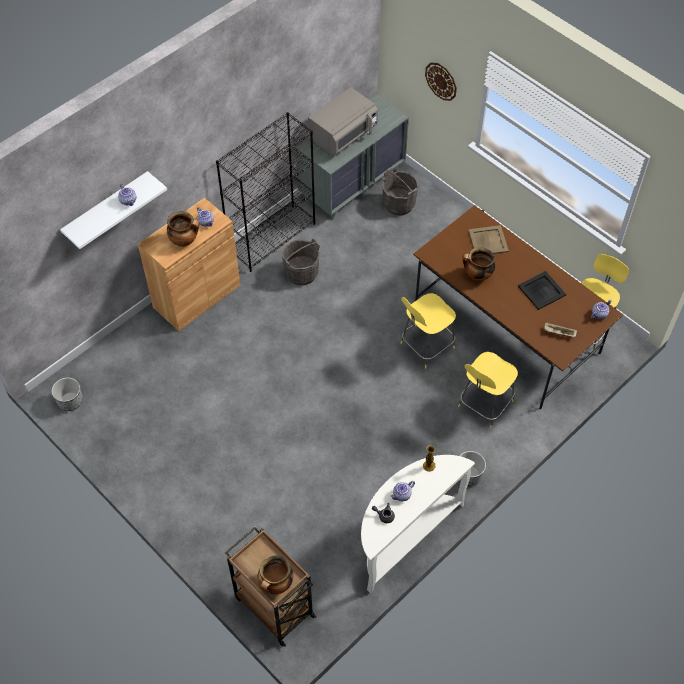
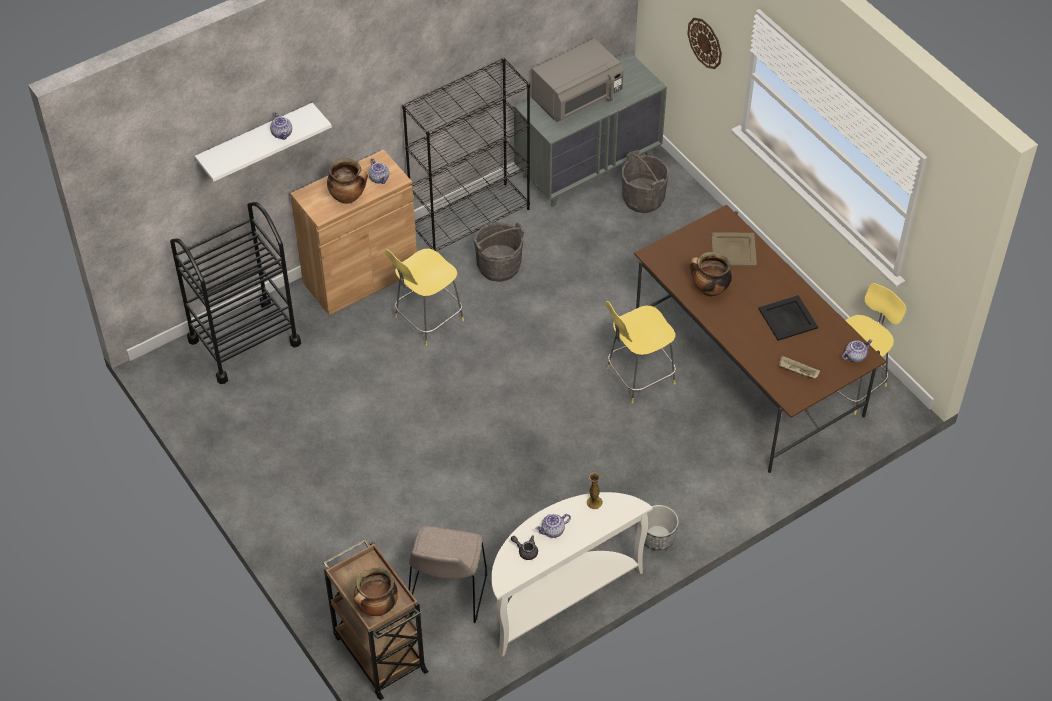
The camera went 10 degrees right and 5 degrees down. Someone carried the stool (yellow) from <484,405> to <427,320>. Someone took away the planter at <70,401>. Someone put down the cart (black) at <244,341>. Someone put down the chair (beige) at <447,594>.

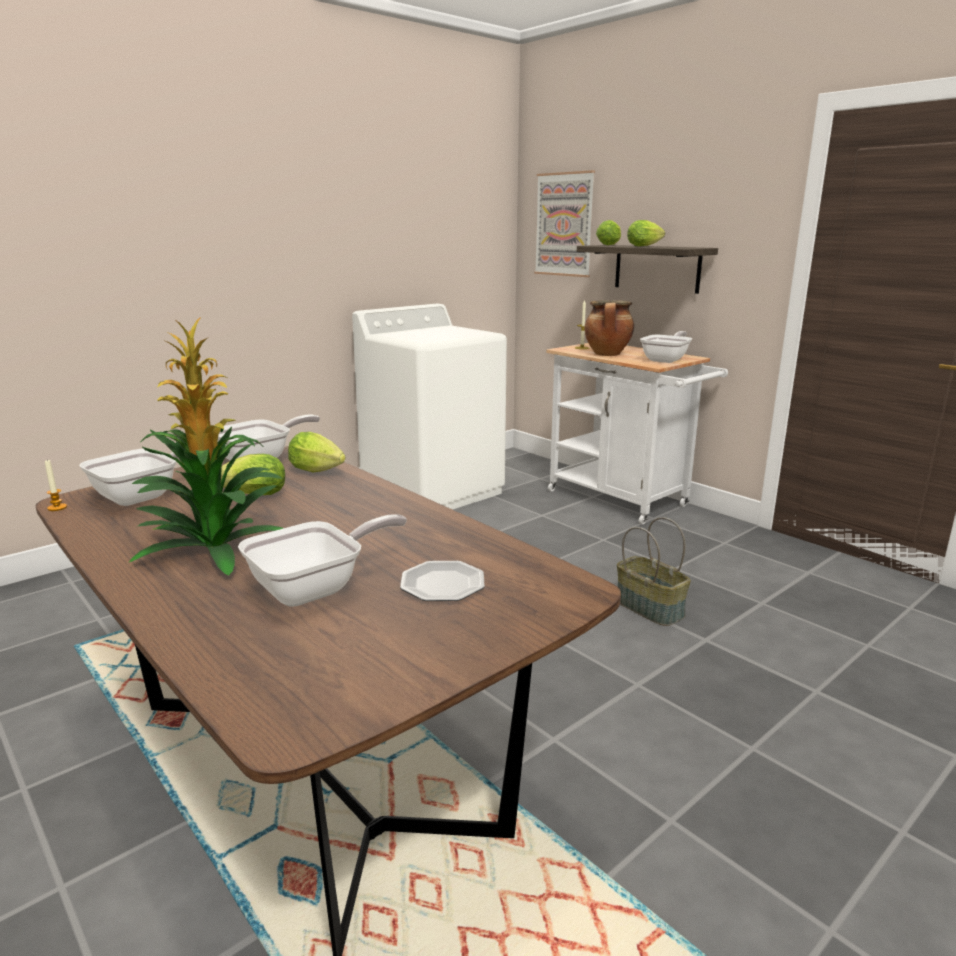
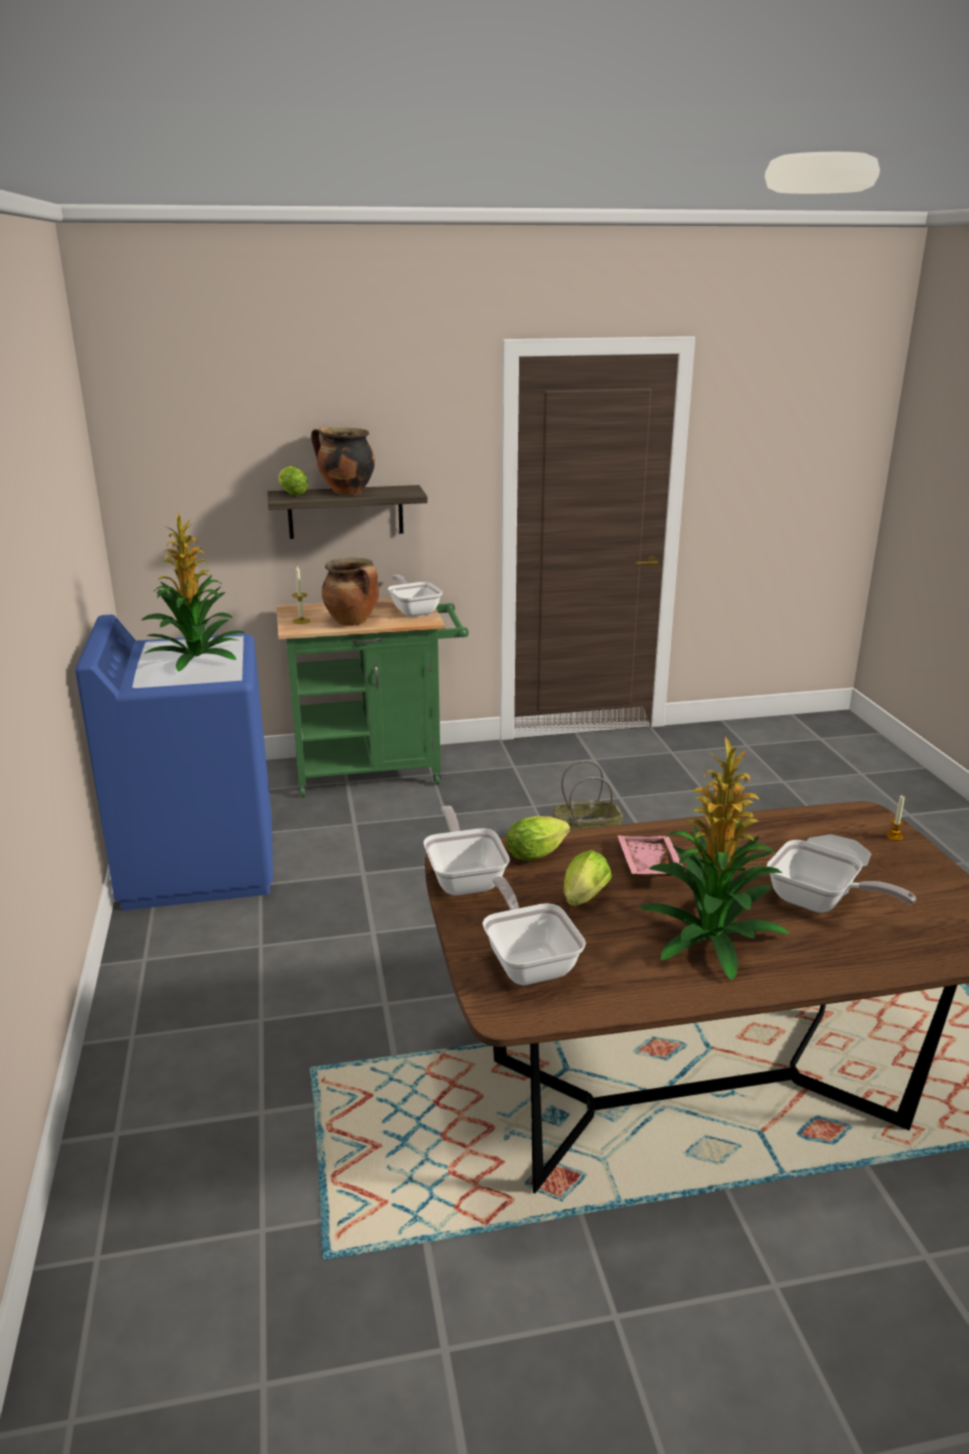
The camera went 60 degrees left and 5 degrees up. Someone took away the picture at <564,224>. Someone swapped the lettuce at <645,246> for the cooking pot at <345,492>. Someone repainted the washing machine (white) at <433,491>, which became the washing machine (blue) at <199,863>. Someone repainted the cart (white) at <624,500>, which became the cart (green) at <377,771>. Someone carried the candle from <57,508> to <894,836>. Someone rotated the frying pan at <316,588> by 135 degrees clockwise. Someone put down the potted plant at <197,657>. Someone put down the tray (pink) at <648,866>.

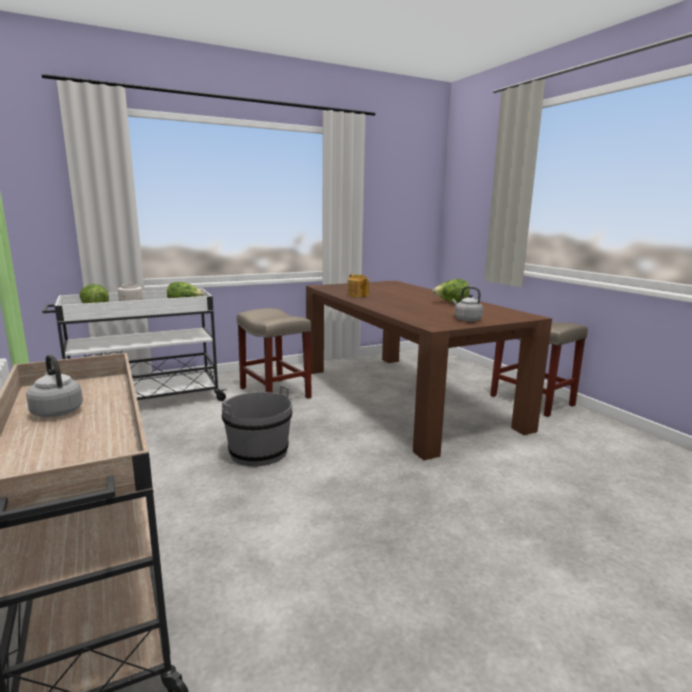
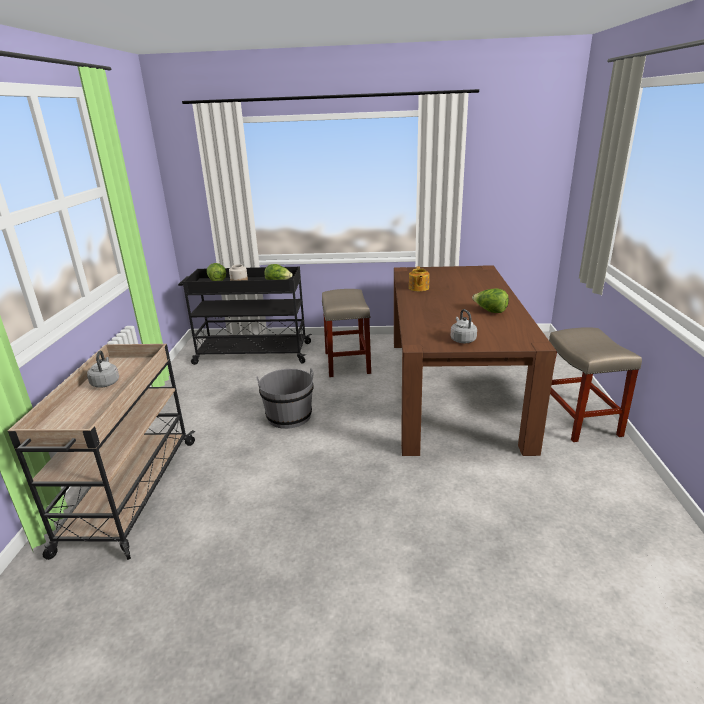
The camera went 30 degrees right and 10 degrees up. Someone repainted the cart (white) at <144,401>, which became the cart (black) at <251,353>.

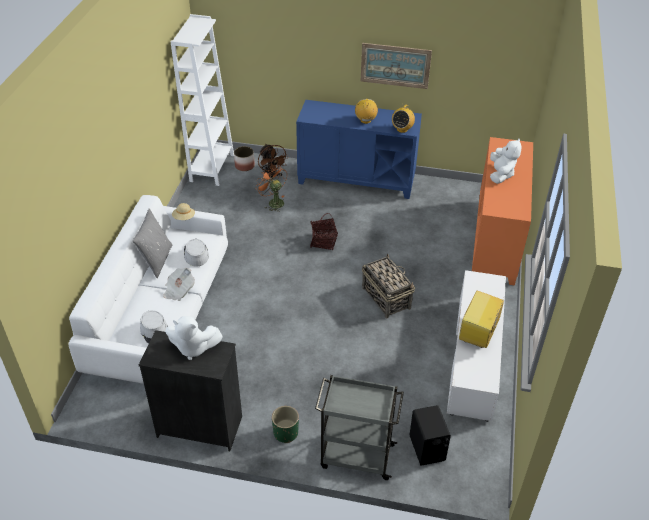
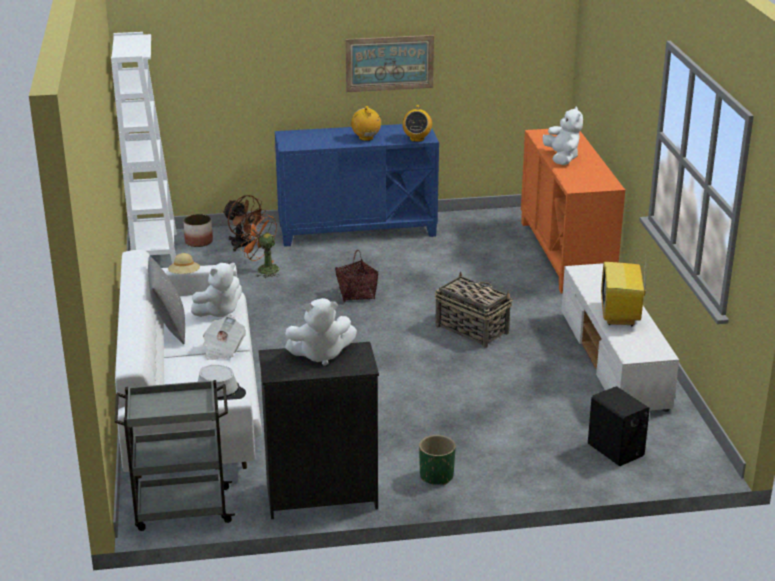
The camera went 20 degrees left and 15 degrees down. Someone swapped the hat (grey) at <196,254> for the plush toy (white) at <219,311>. Someone carried the cart (grey) from <356,456> to <180,509>.

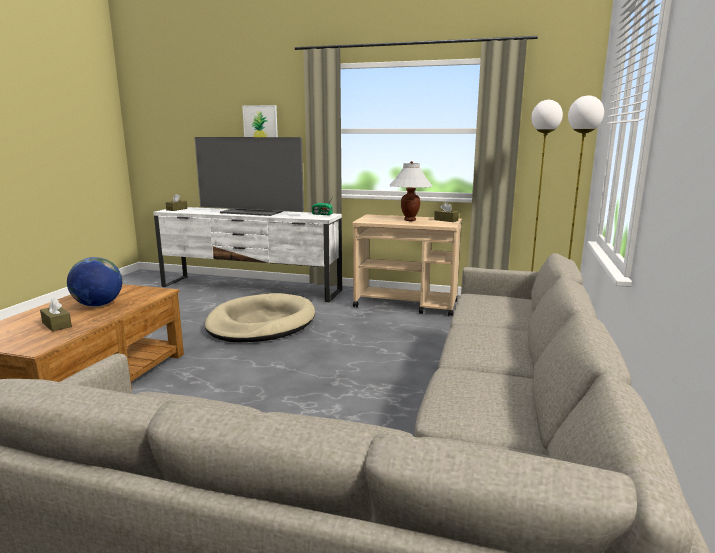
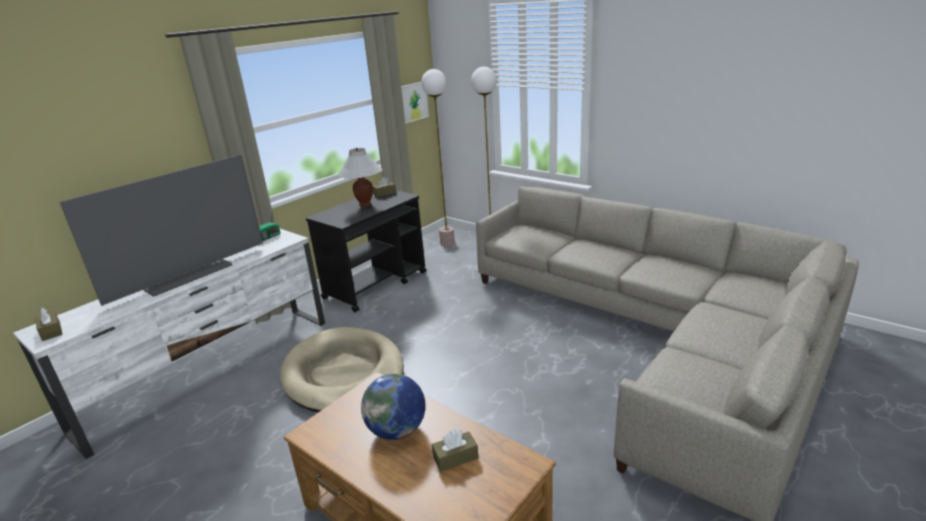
The camera went 65 degrees left and 10 degrees up. Someone carried the picture from <260,124> to <413,102>. Someone repainted the cart (beige) at <407,304>, which became the cart (black) at <376,284>.

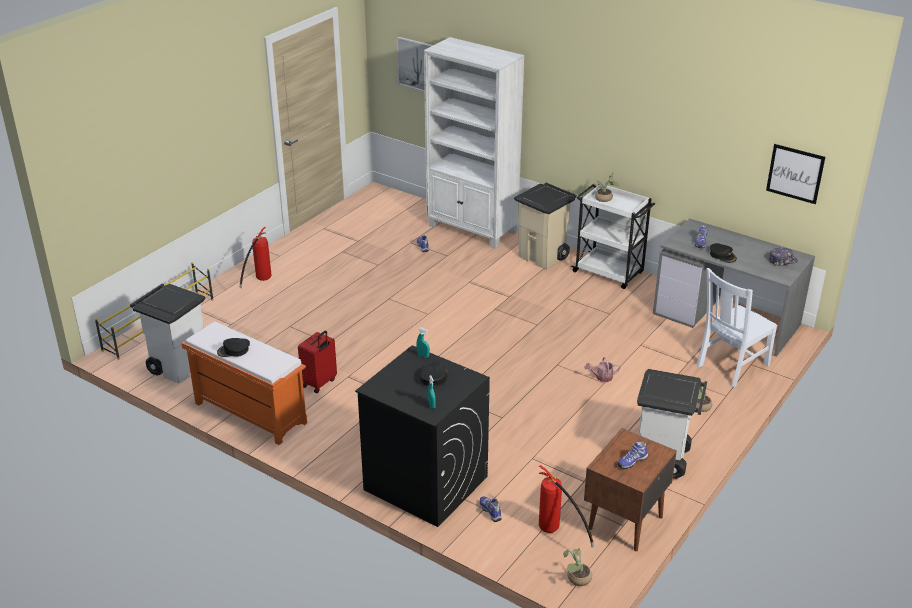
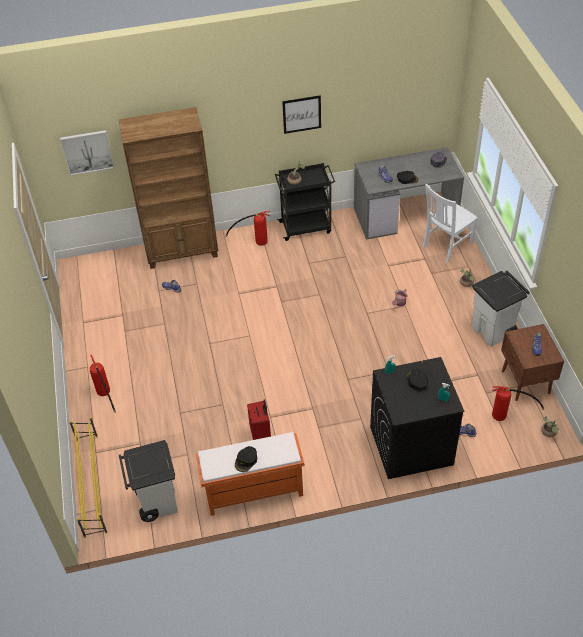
The camera went 45 degrees left and 15 degrees up. Someone repainted the bookcase (white) at <472,229>, which became the bookcase (brown) at <182,252>. Someone carried the picture from <795,173> to <301,114>. Someone swapped the trash can (beige) at <543,257> for the fire extinguisher at <254,242>. Someone repainted the cart (white) at <609,273>, which became the cart (black) at <306,227>. Someone rotated the chair (white) at <731,366> by 45 degrees clockwise.

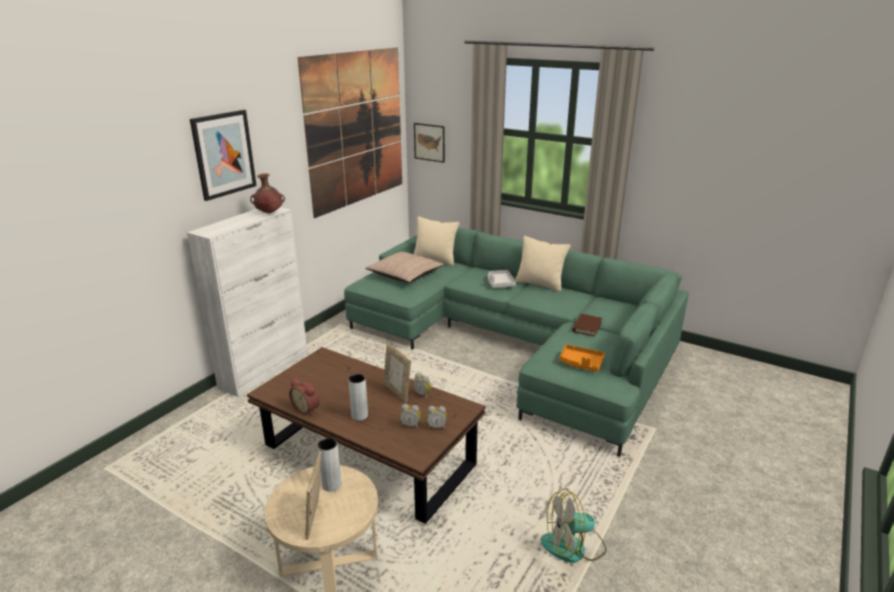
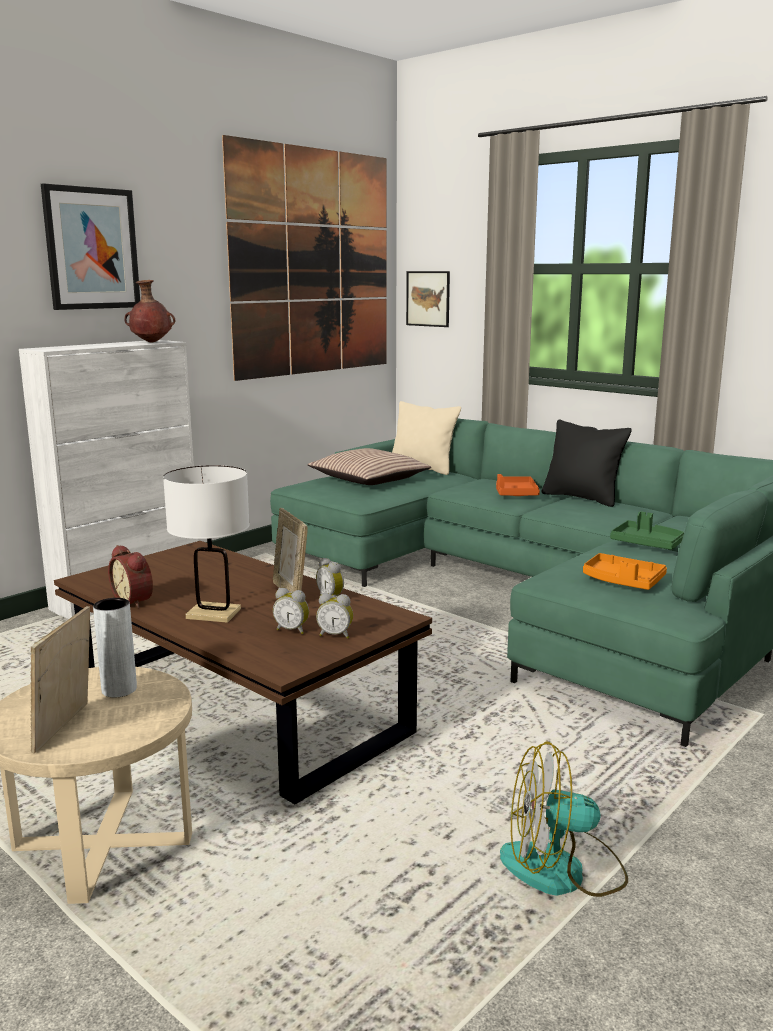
The camera went 10 degrees right and 10 degrees down. Someone repainted the pillow (beige) at <540,284>, which became the pillow (black) at <582,498>. Someone repainted the tray (grey) at <500,283>, which became the tray (orange) at <515,494>. Someone swapped the book (brown) at <587,327> for the tray (green) at <647,544>. Someone swapped the vase (grey) at <359,415> for the table lamp (white) at <214,614>.

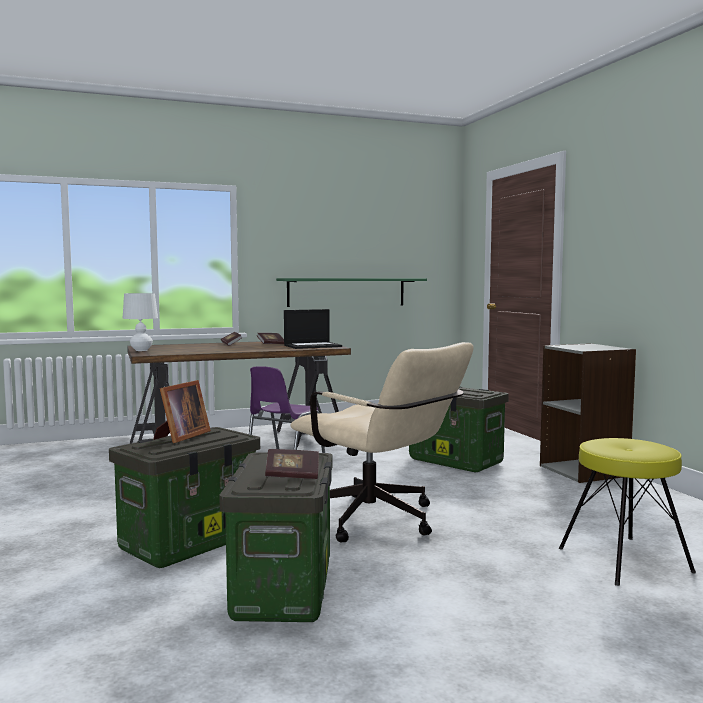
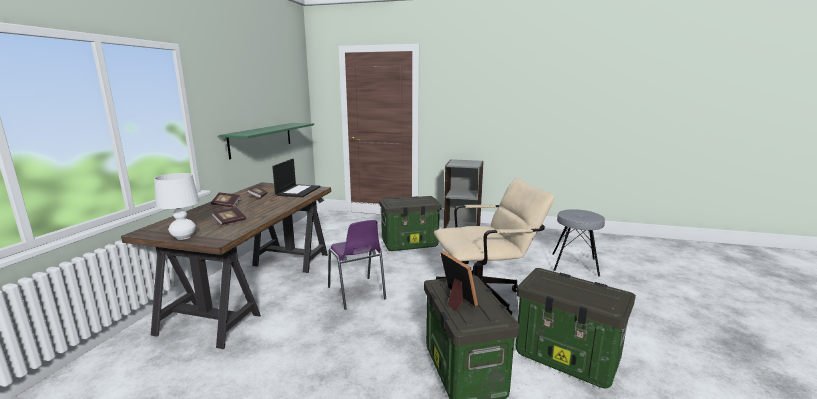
The camera went 55 degrees left and 10 degrees up. Someone repainted the stool (yellow) at <623,559>, which became the stool (grey) at <574,264>. Someone carried the book from <292,475> to <229,222>.

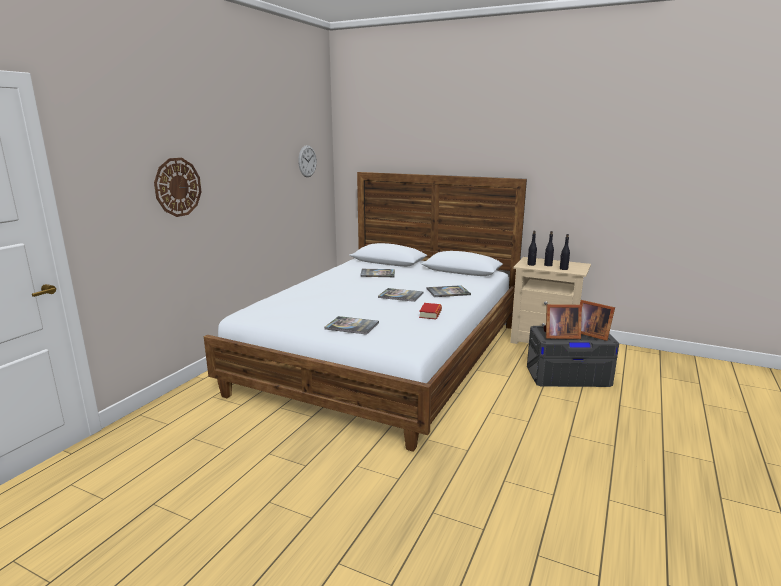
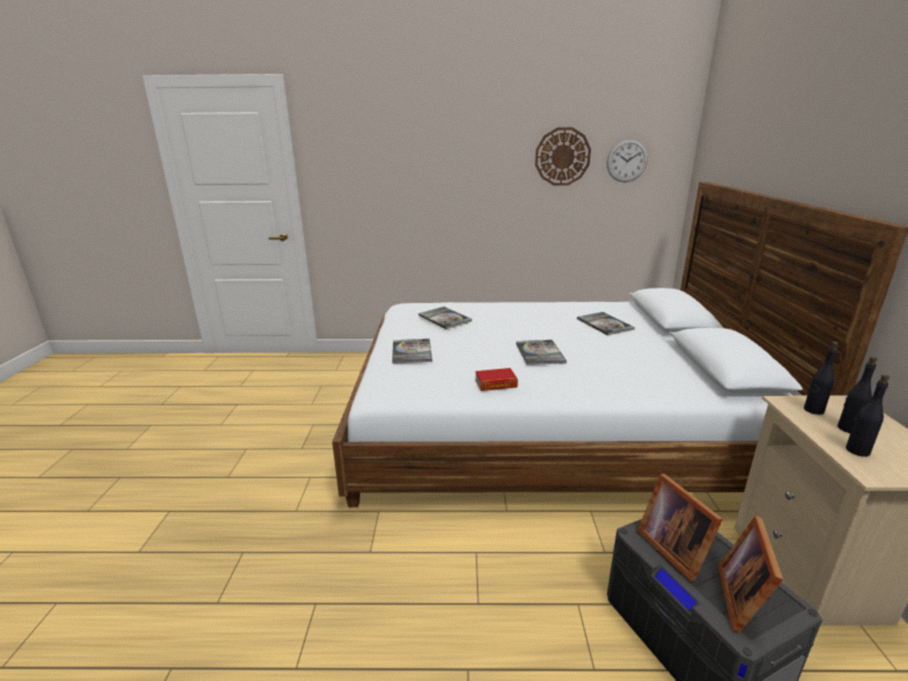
The camera went 65 degrees right and 5 degrees up. Someone carried the wall clock from <177,187> to <562,156>. Someone carried the book from <448,292> to <444,318>.

